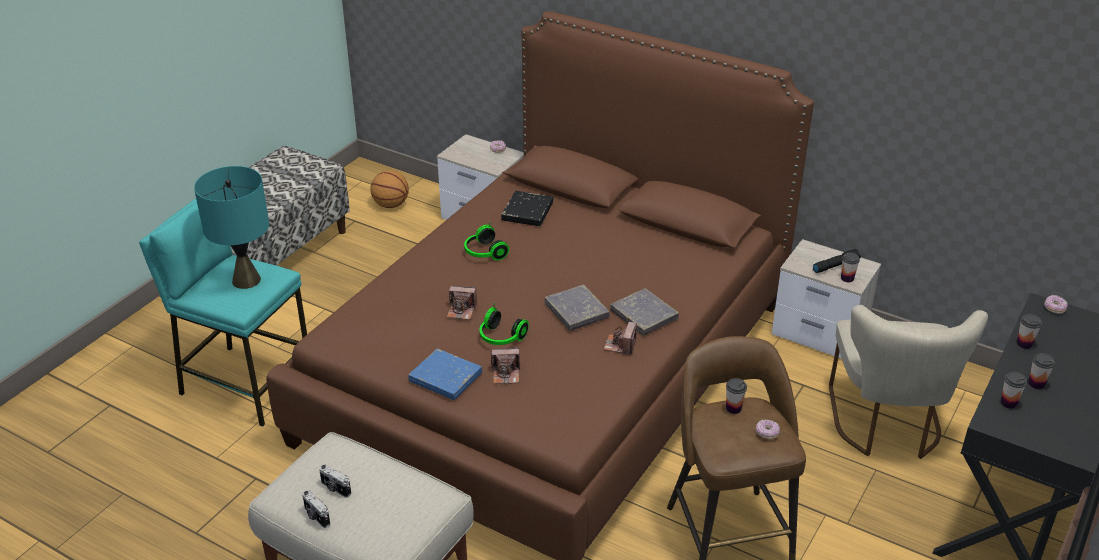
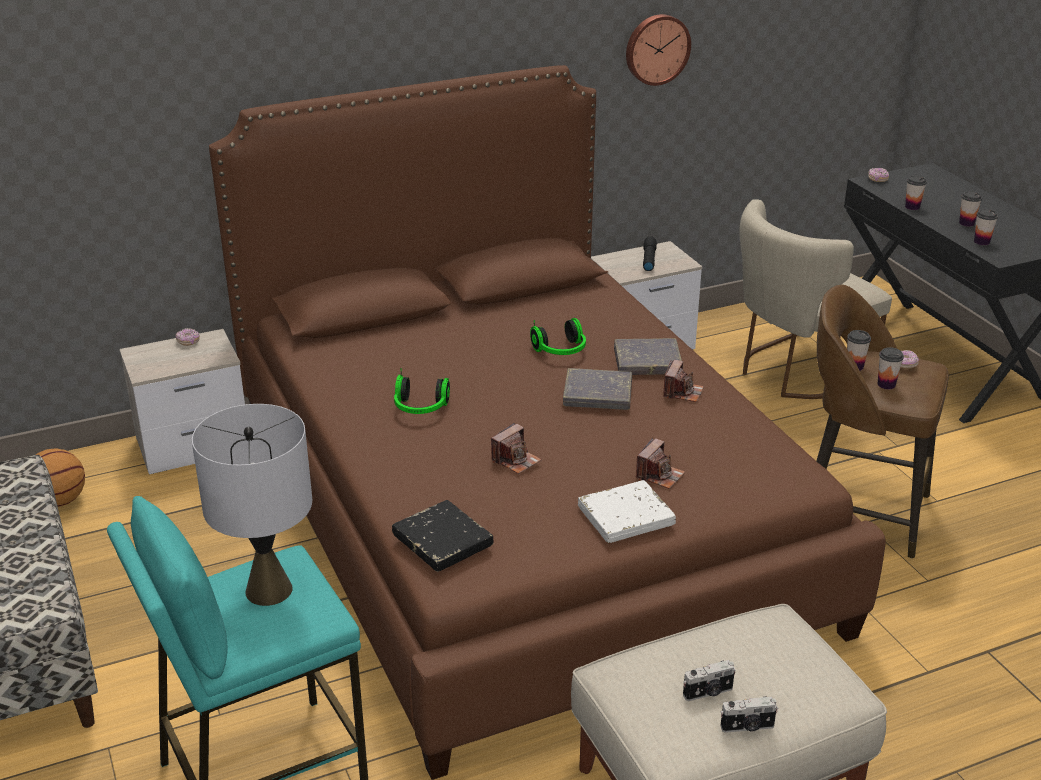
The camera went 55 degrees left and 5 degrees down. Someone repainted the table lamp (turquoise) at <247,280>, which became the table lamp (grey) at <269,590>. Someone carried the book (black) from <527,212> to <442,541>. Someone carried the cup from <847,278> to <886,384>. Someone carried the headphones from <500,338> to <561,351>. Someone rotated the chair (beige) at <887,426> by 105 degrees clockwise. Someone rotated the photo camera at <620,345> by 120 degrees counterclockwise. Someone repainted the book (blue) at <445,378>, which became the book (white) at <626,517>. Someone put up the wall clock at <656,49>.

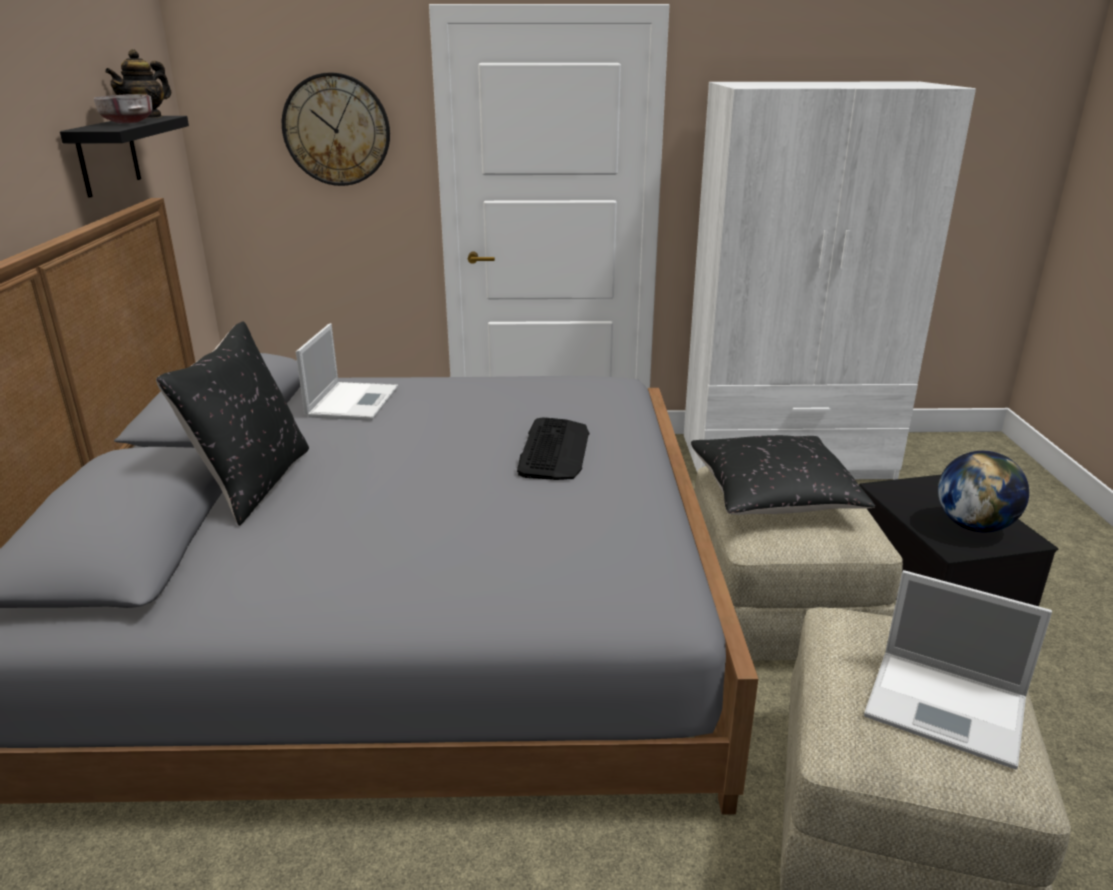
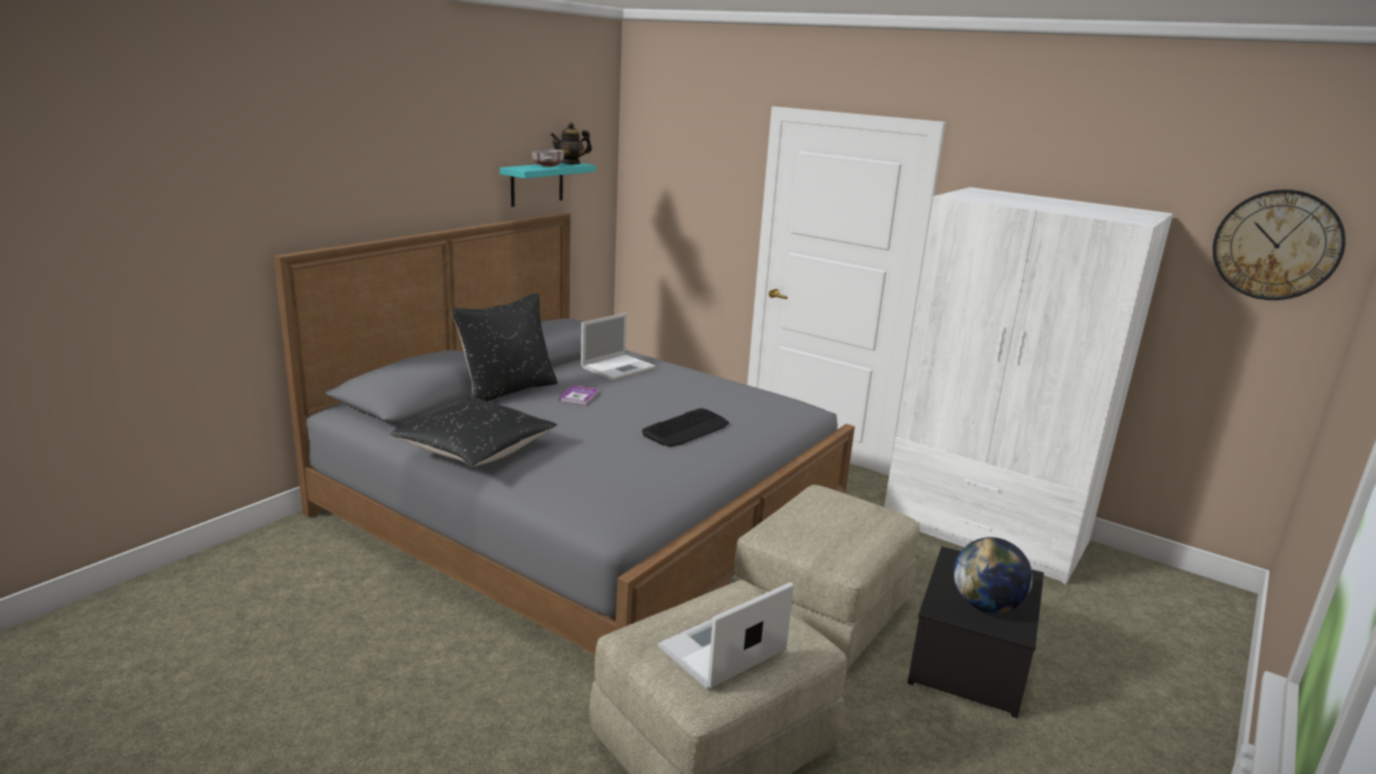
The camera went 35 degrees right and 5 degrees down. Someone carried the wall clock from <336,130> to <1276,245>. Someone repainted the shelf (black) at <108,155>, which became the shelf (turquoise) at <537,183>. Someone carried the pillow (black) from <773,495> to <476,449>. Someone rotated the laptop at <949,708> by 75 degrees clockwise. Someone put down the book at <579,396>.

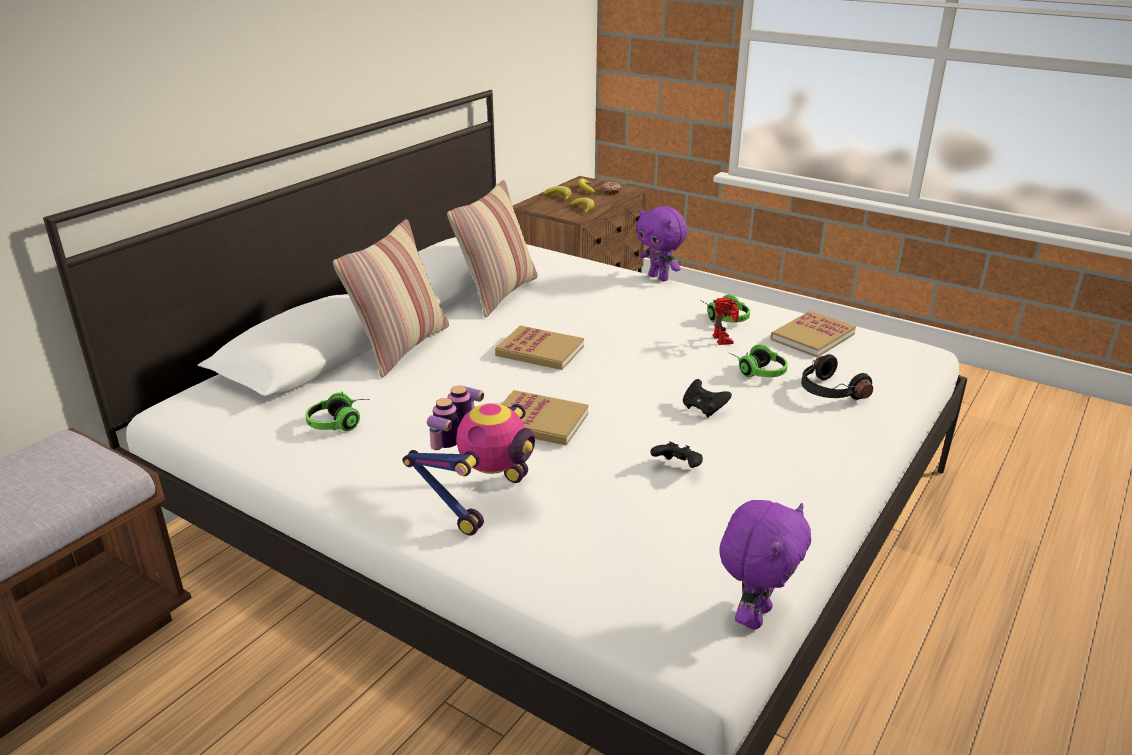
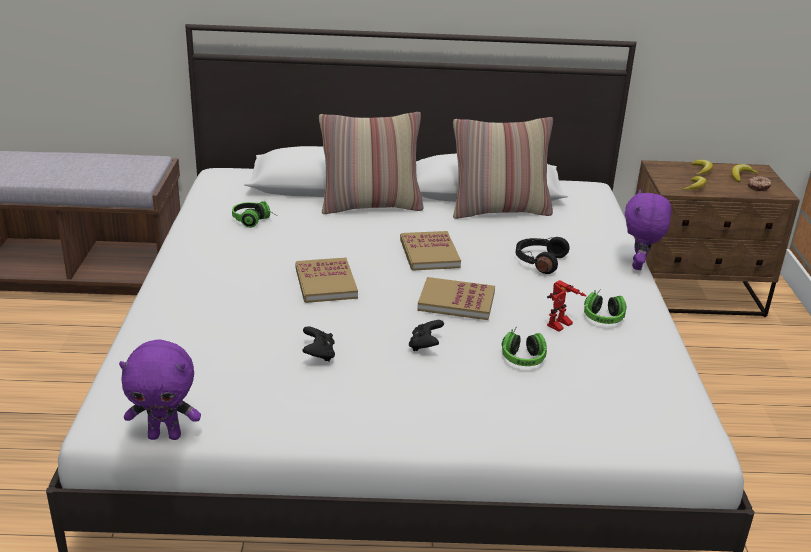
The camera went 55 degrees right and 0 degrees up. Someone carried the book from <812,337> to <456,301>. Someone carried the headphones (black) from <829,391> to <538,261>. Someone took away the toy robot at <481,499>.

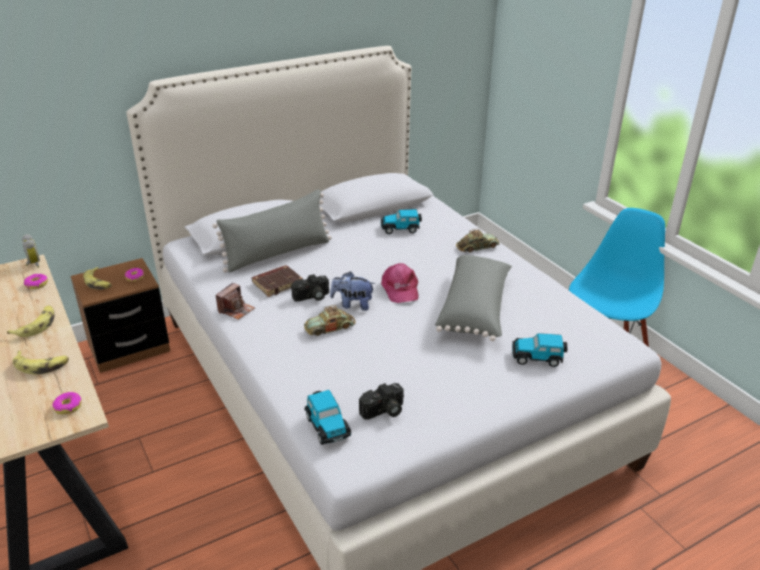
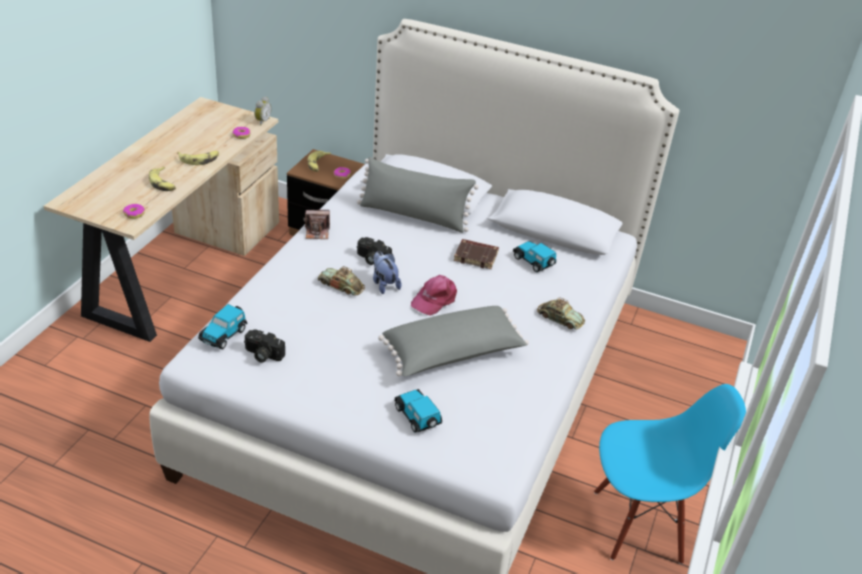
The camera went 50 degrees right and 5 degrees up. Someone carried the book (brown) from <277,283> to <476,256>.

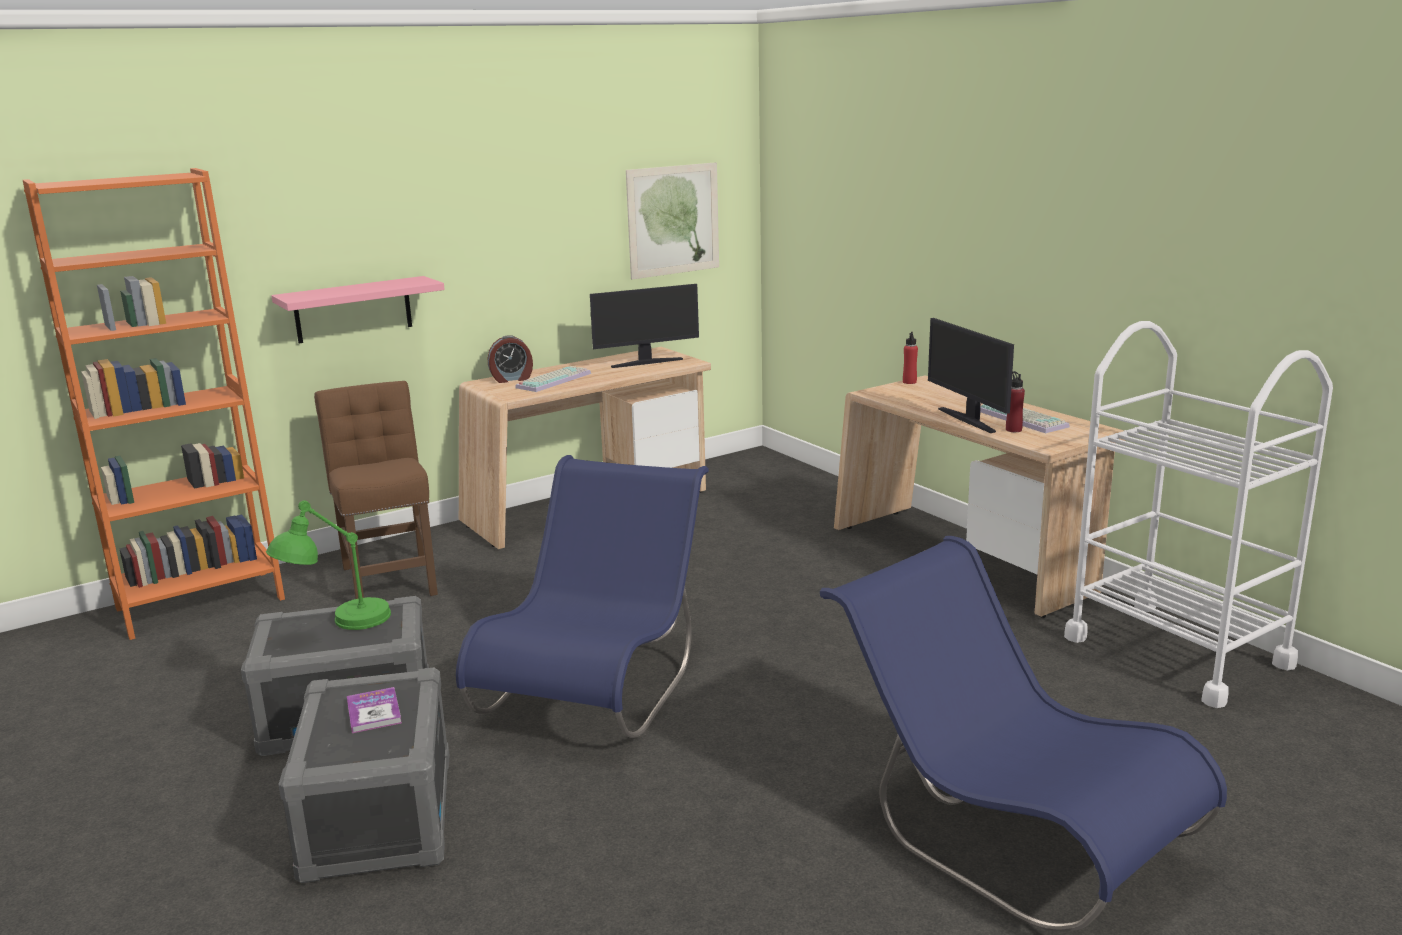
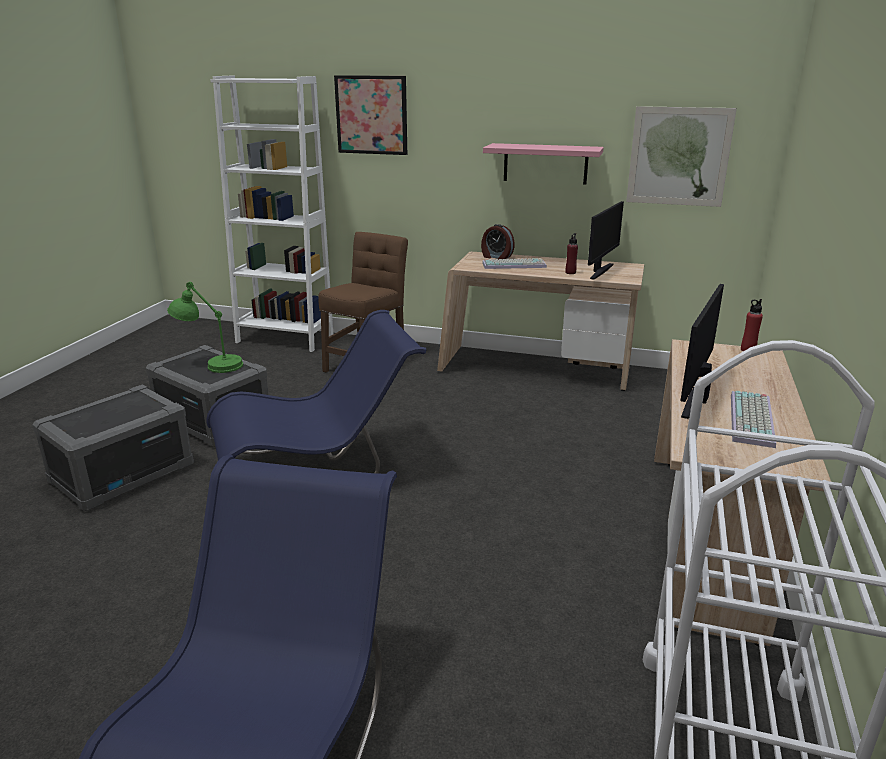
The camera went 50 degrees right and 5 degrees up. Someone repainted the bookcase (orange) at <200,603>, which became the bookcase (white) at <285,338>. Someone carried the shelf (pink) from <353,310> to <545,163>. Someone rotated the monitor at <646,362> by 90 degrees counterclockwise. Someone carried the bottle (red) from <1013,430> to <570,272>. Someone took away the book at <374,712>. Someone put up the picture at <372,115>.

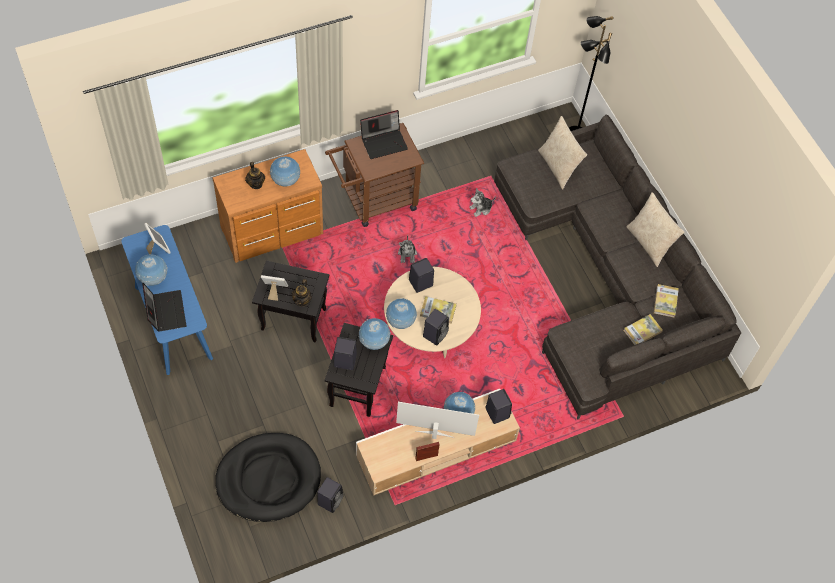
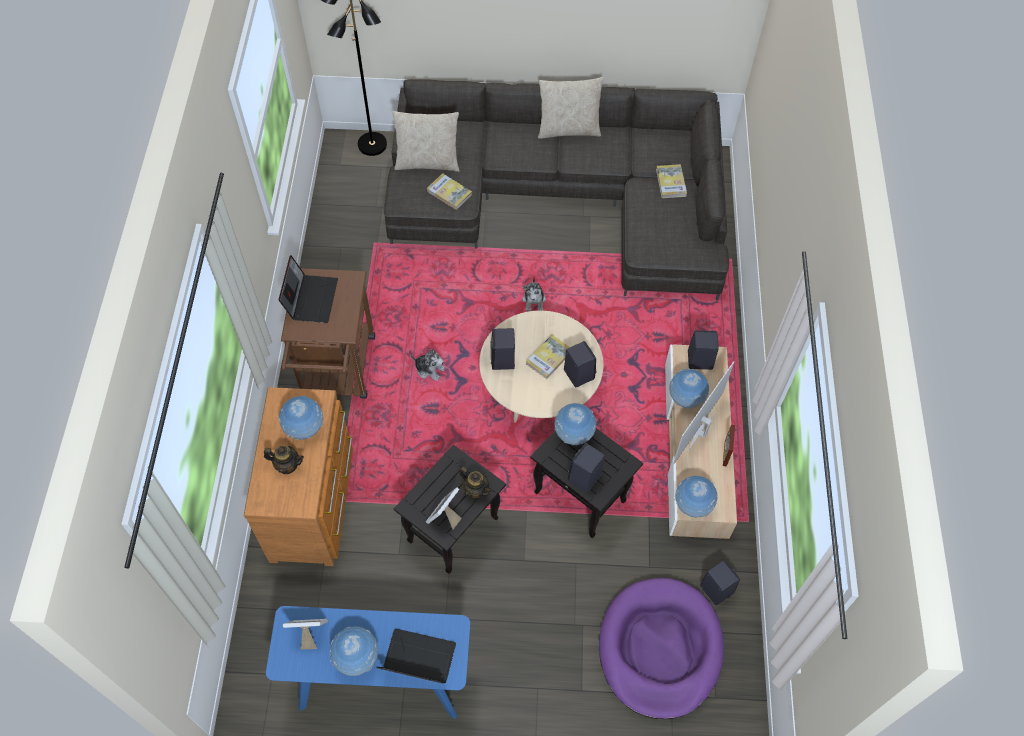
The camera went 60 degrees left and 0 degrees up. Someone carried the plush toy from <481,208> to <534,301>. Someone carried the book from <665,301> to <449,193>. Someone carried the globe from <400,322> to <692,505>. Someone repainted the dog bed (black) at <268,479>, which became the dog bed (purple) at <660,649>.

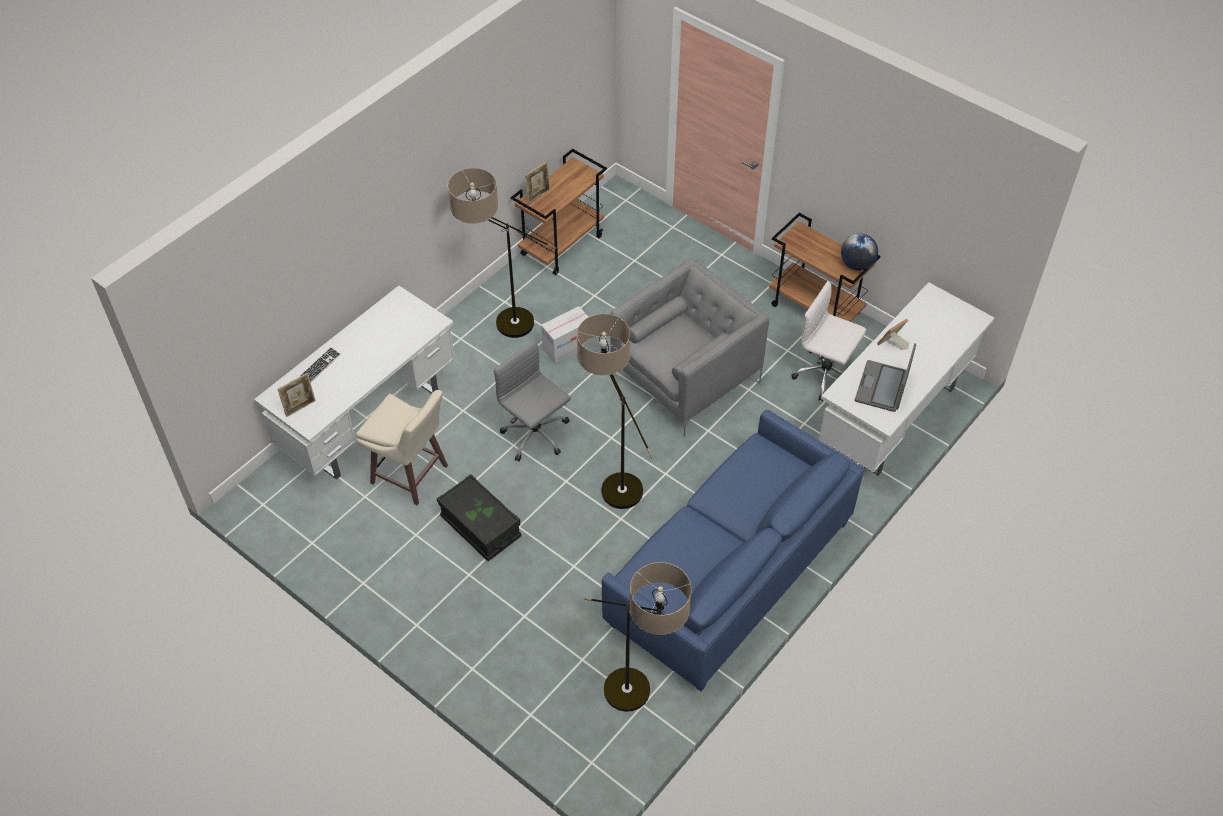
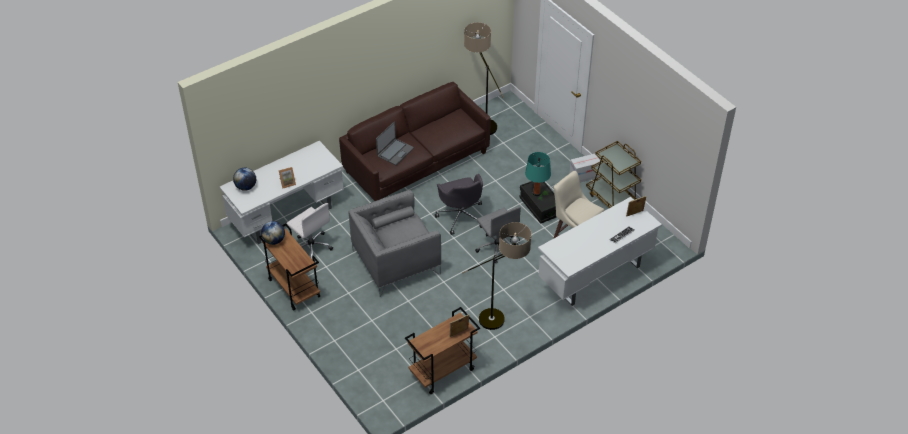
The camera went 165 degrees left and 5 degrees down. Someone carried the cardboard box from <567,346> to <584,176>. Someone swapped the floor lamp at <612,480> for the office chair (grey) at <461,216>. Someone carried the laptop from <882,387> to <395,152>. Someone repainted the sofa (blue) at <729,573>, which became the sofa (brown) at <417,162>. Someone put down the cart (brown) at <612,199>. Someone put down the table lamp (turquoise) at <536,193>. Someone put down the globe at <246,187>.

